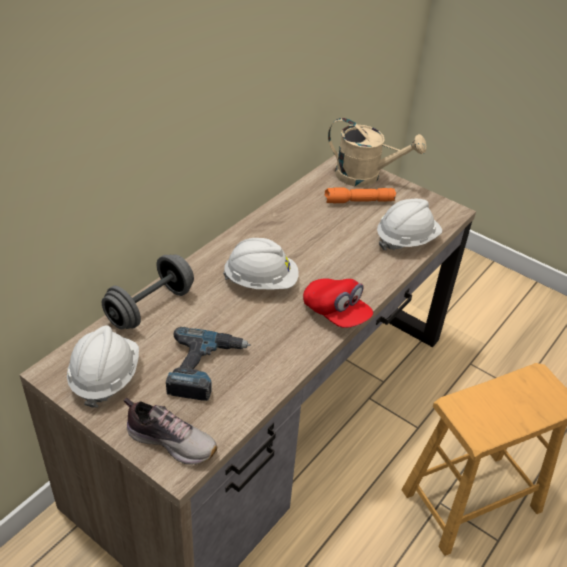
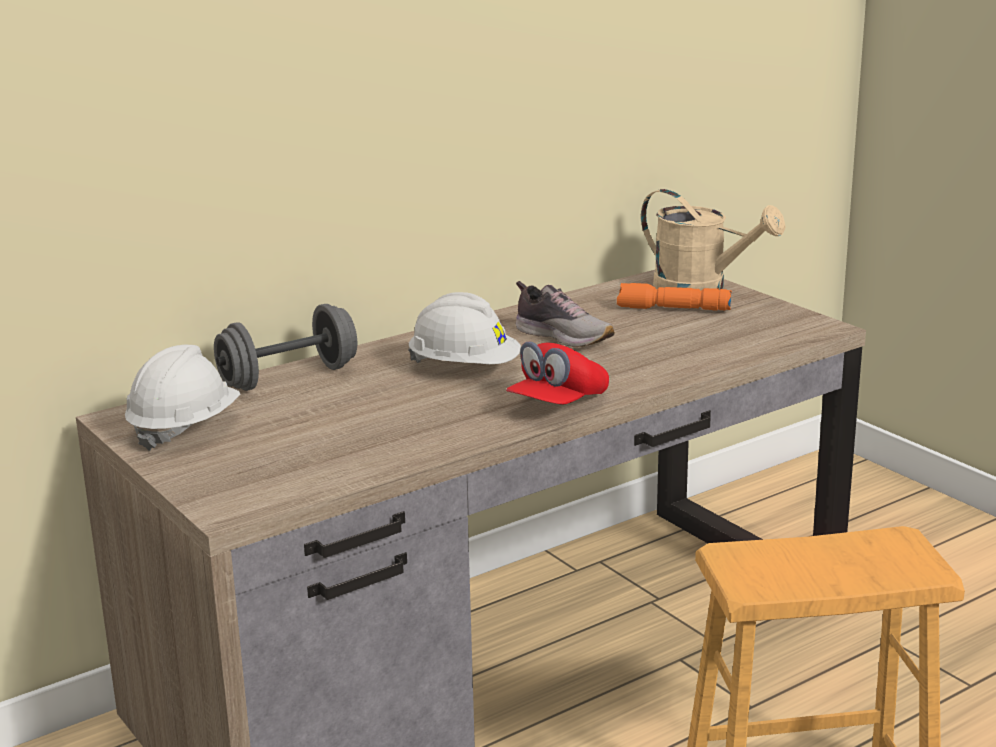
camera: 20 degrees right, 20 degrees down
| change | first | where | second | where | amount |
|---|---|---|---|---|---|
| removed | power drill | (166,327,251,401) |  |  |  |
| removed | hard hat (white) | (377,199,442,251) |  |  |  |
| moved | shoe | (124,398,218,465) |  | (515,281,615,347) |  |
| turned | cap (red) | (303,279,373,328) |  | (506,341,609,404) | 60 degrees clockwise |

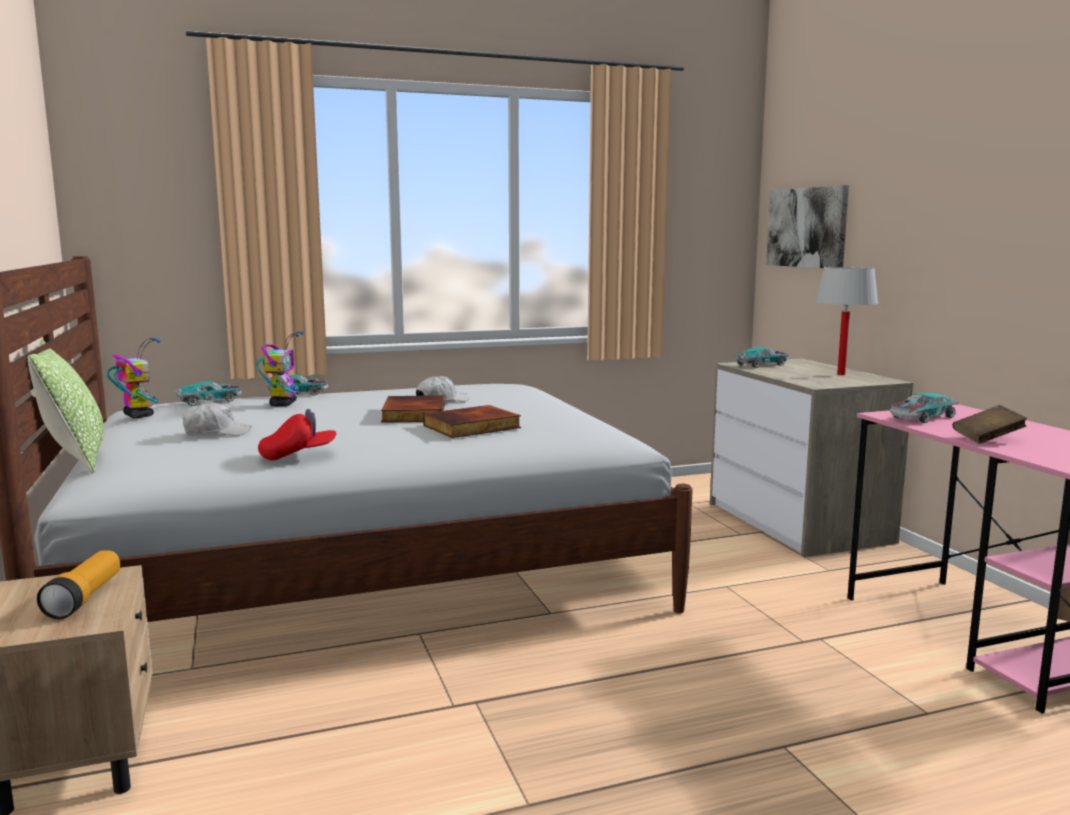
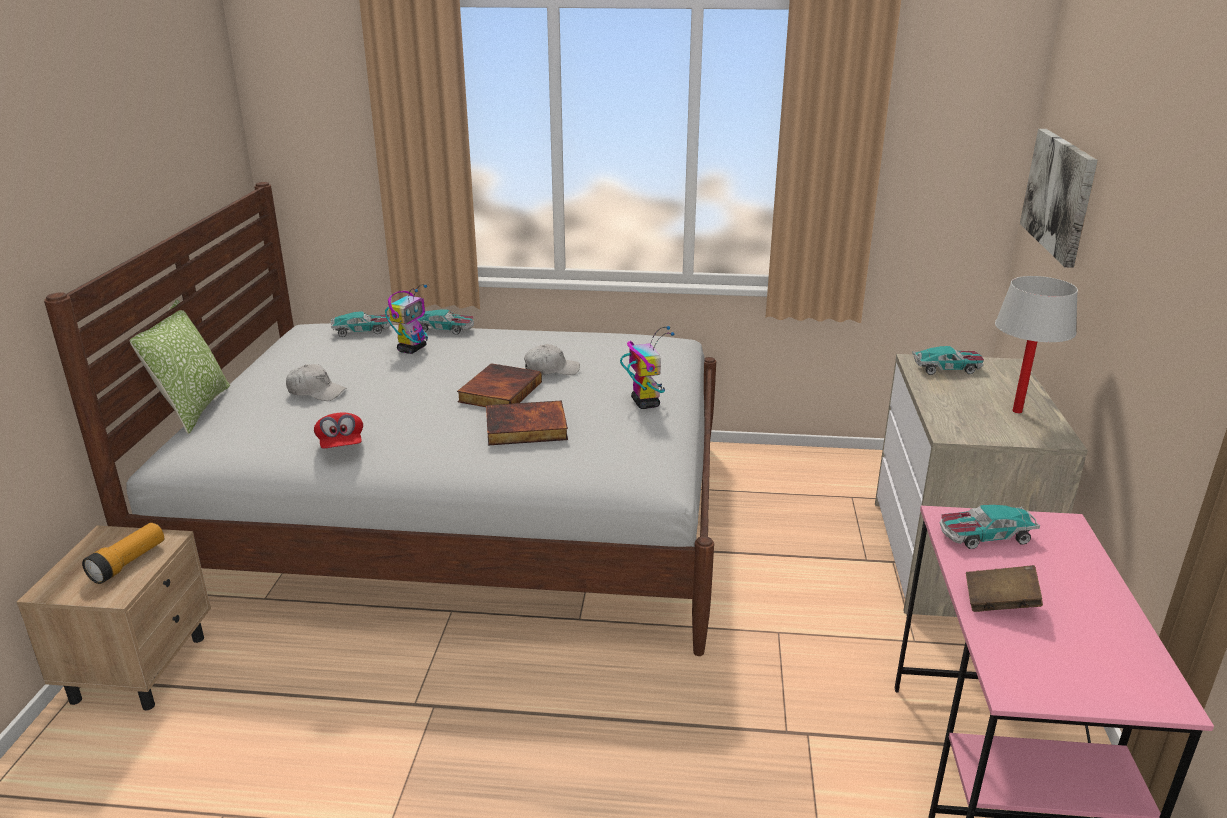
camera: 25 degrees right, 15 degrees up
| change | first | where | second | where | amount |
|---|---|---|---|---|---|
| moved | toy robot | (107,338,161,418) |  | (620,326,675,409) |  |
| turned | cap (red) | (258,409,337,461) |  | (314,413,363,448) | 75 degrees clockwise |

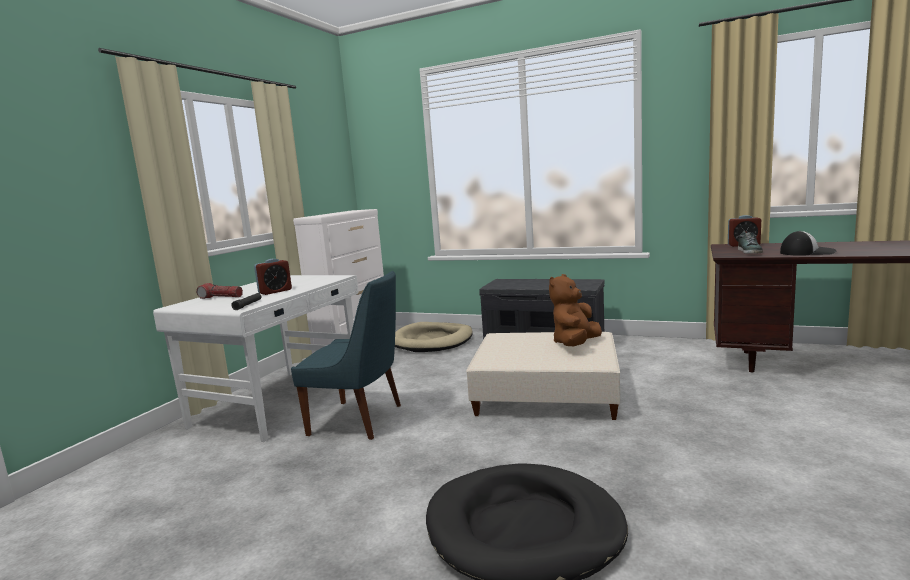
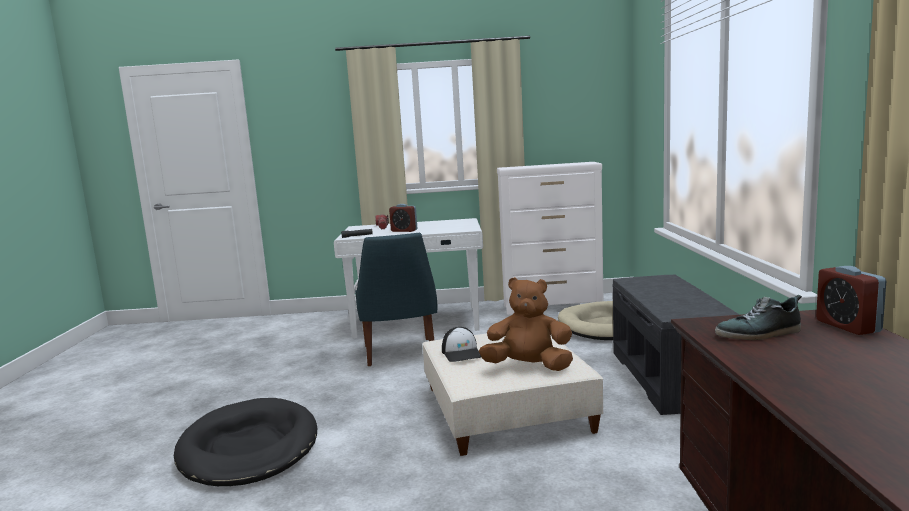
camera: 65 degrees right, 0 degrees up
| change | first | where | second | where | amount |
|---|---|---|---|---|---|
| moved | cap | (780,231,836,256) |  | (442,327,481,362) |  |

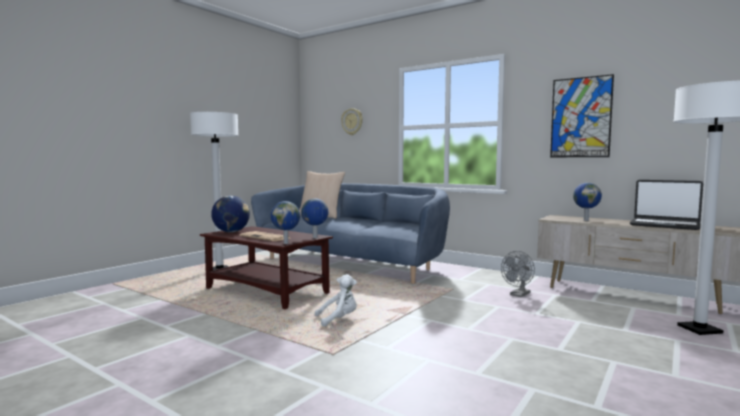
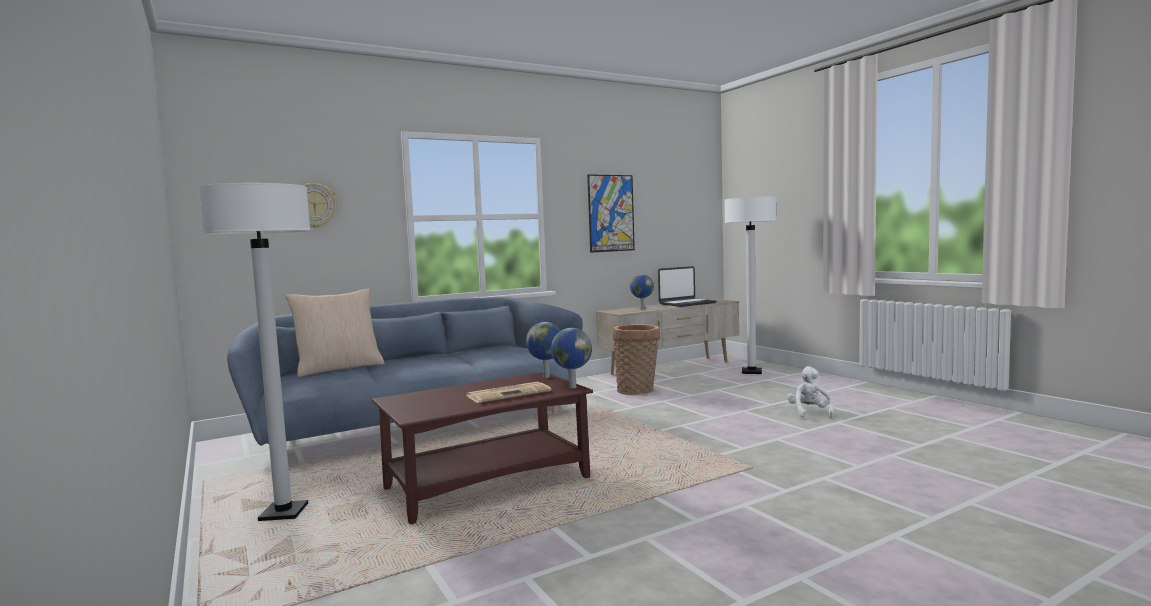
camera: 65 degrees left, 0 degrees up
| change | first | where | second | where | amount |
|---|---|---|---|---|---|
| removed | globe | (211,196,250,232) |  |  |  |
| moved | plush toy (white) | (315,274,357,327) |  | (787,366,834,419) |  |
| replaced | fan (grey) | (501,251,535,297) | basket | (613,324,660,395) |  |

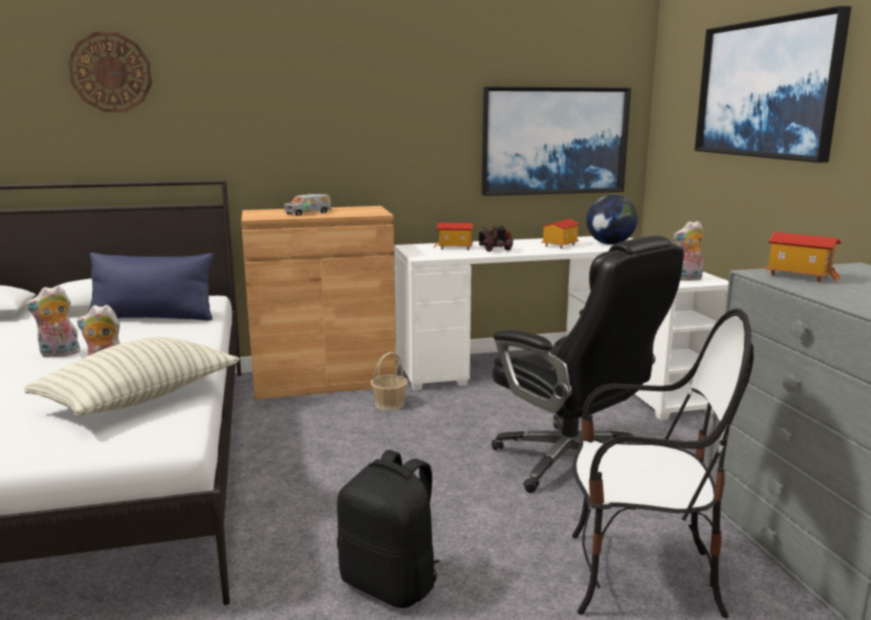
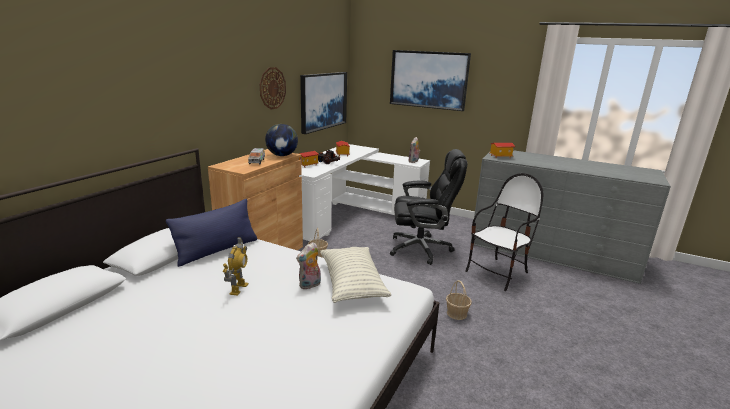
camera: 50 degrees left, 5 degrees up
| change | first | where | second | where | amount |
|---|---|---|---|---|---|
| moved | wall clock | (68,32,152,112) |  | (260,67,286,109) |  |
| moved | globe | (586,195,638,245) |  | (265,124,298,156) |  |
| replaced | plush toy | (25,285,80,358) | toy robot | (223,237,249,295) |  |
| replaced | backpack (black) | (337,450,440,608) | basket | (446,280,472,320) |  |

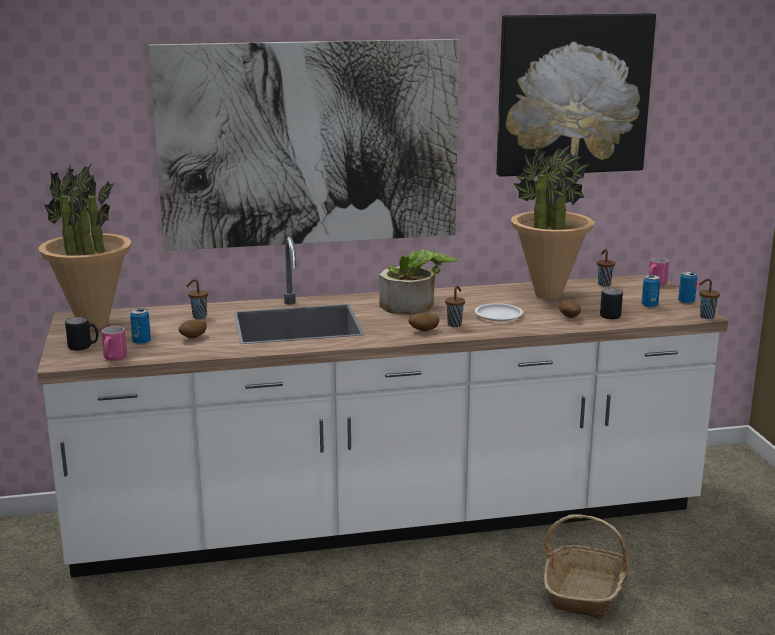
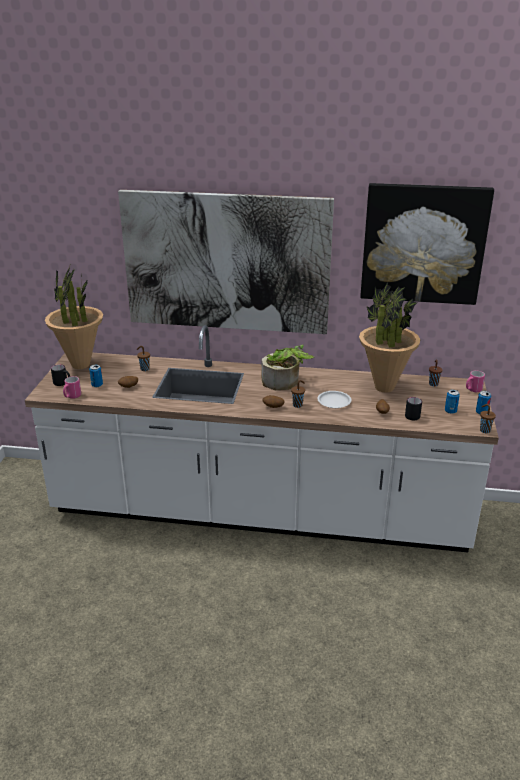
camera: 20 degrees right, 10 degrees up
| change | first | where | second | where | amount |
|---|---|---|---|---|---|
| removed | basket | (544,514,629,618) |  |  |  |

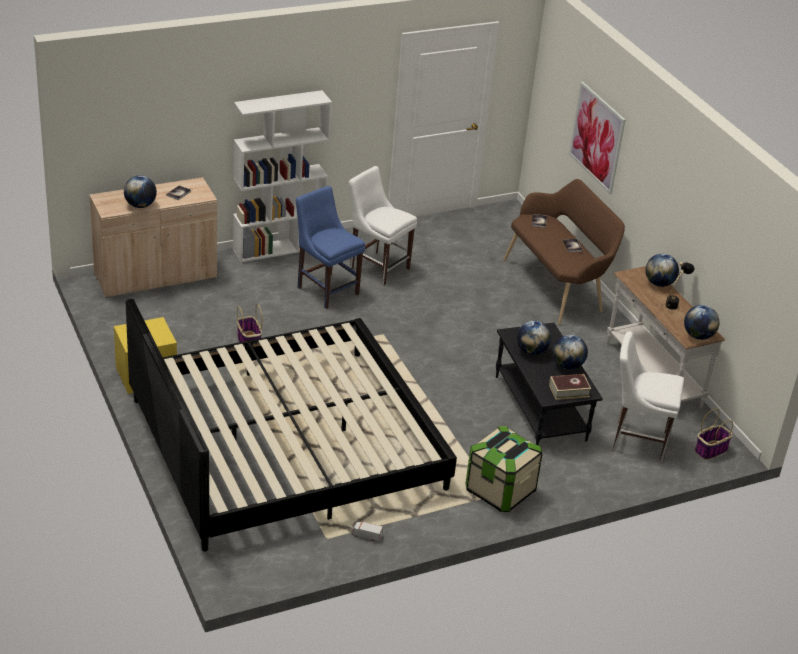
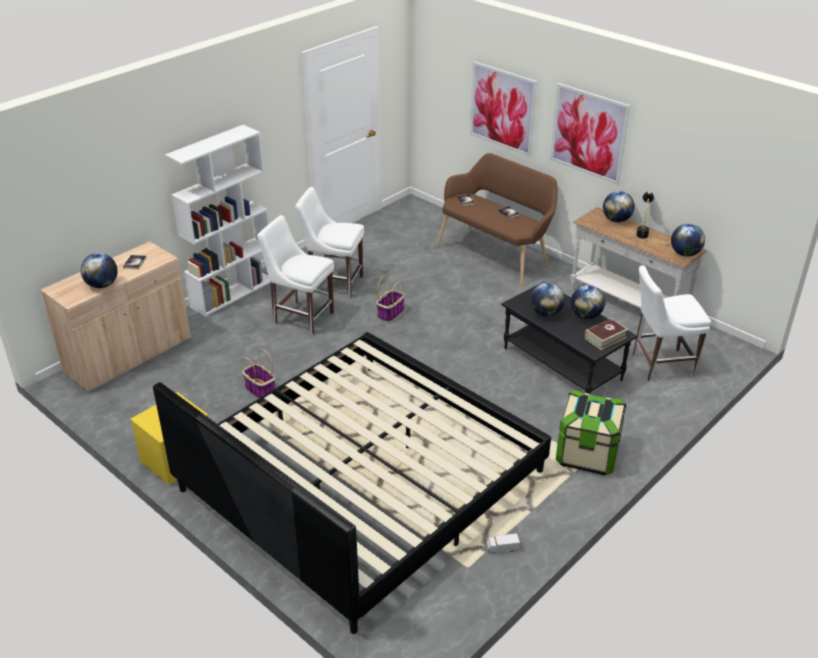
camera: 20 degrees left, 0 degrees up
| change | first | where | second | where | amount |
|---|---|---|---|---|---|
| added |  |  | picture | (550,83,630,185) |  |
| moved | basket | (695,409,733,460) |  | (376,276,405,322) |  |
| recoloured | chair (blue) | (296,186,365,309) | chair (white) | (257,215,334,335) |  |

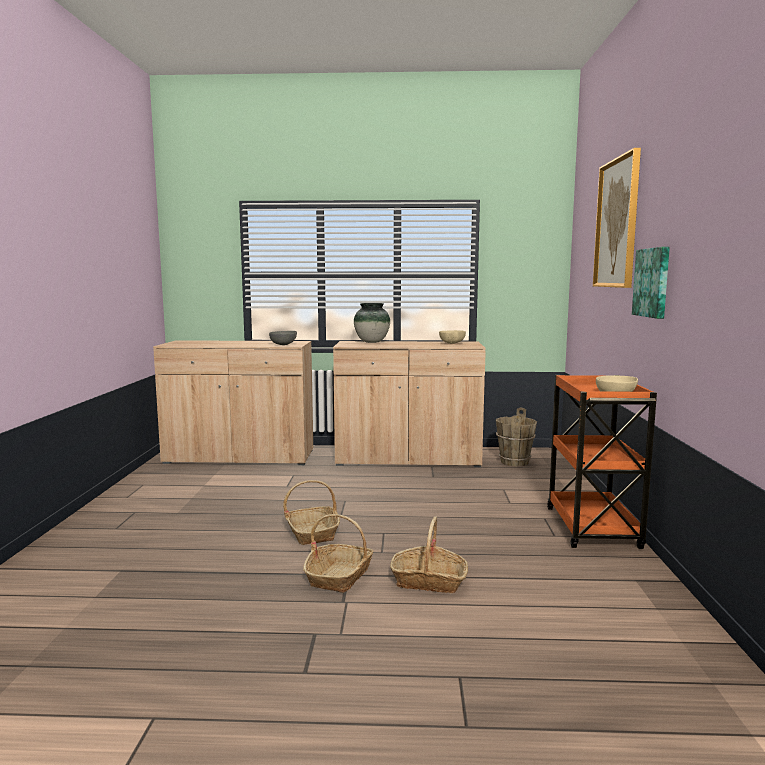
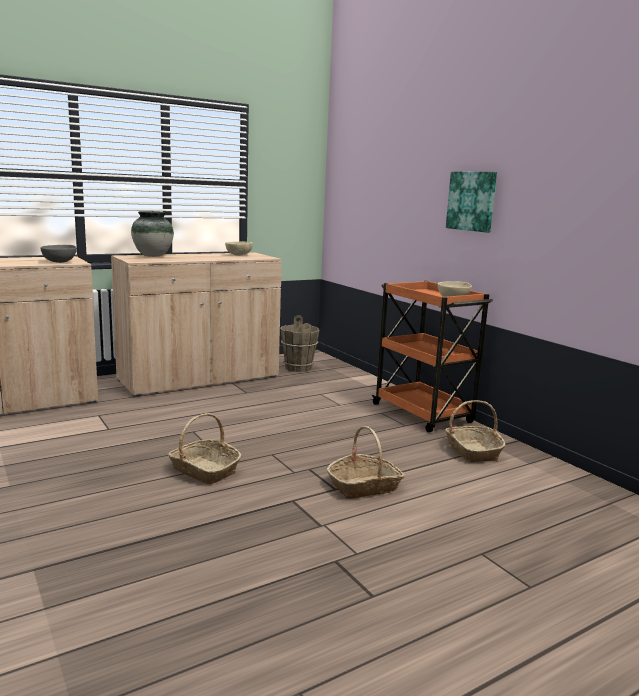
camera: 35 degrees left, 5 degrees up
| change | first | where | second | where | amount |
|---|---|---|---|---|---|
| removed | picture | (593,148,641,288) |  |  |  |
| moved | basket | (303,514,373,593) |  | (445,400,506,462) |  |

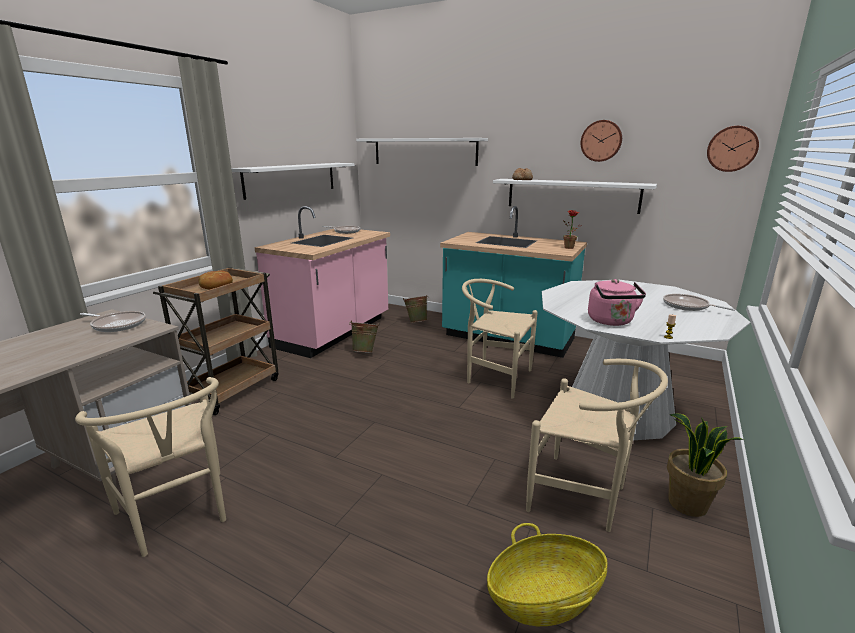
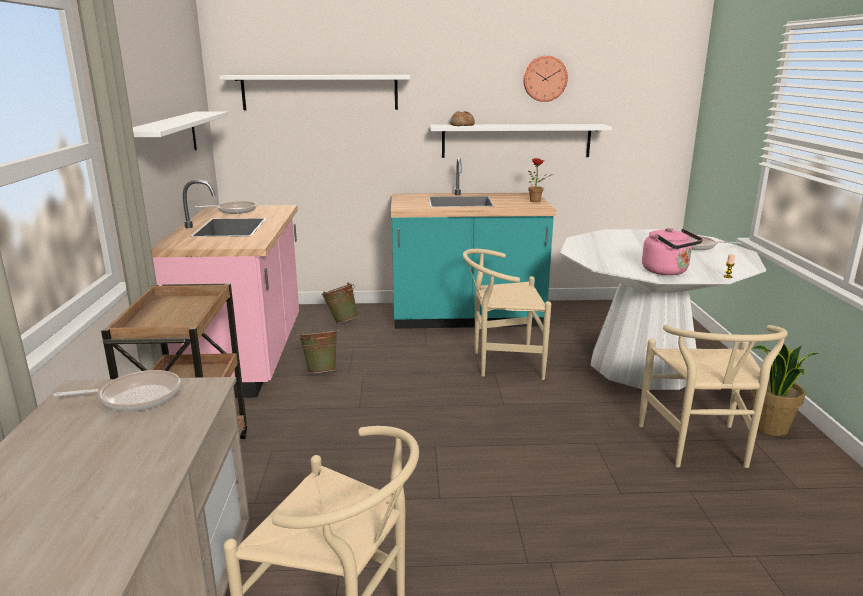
camera: 30 degrees left, 0 degrees up
| change | first | where | second | where | amount |
|---|---|---|---|---|---|
| removed | bread | (199,271,233,289) |  |  |  |
| removed | basket | (487,523,607,626) |  |  |  |
| removed | wall clock | (707,126,759,172) |  |  |  |
| turned | chair (beige) | (526,359,668,532) |  | (639,325,788,468) | 90 degrees clockwise |

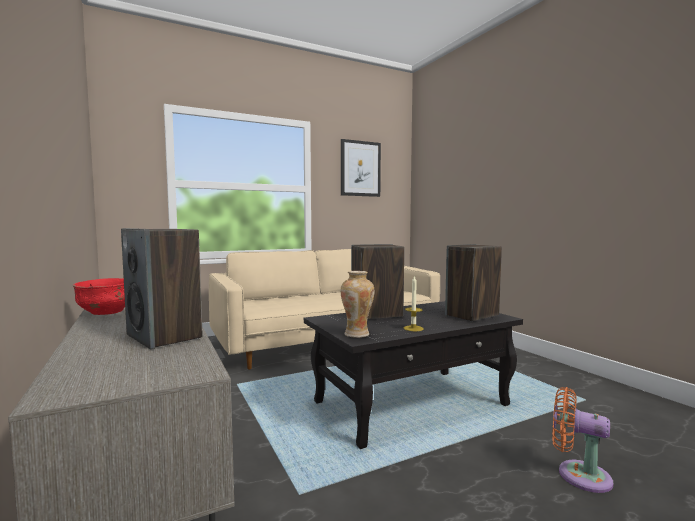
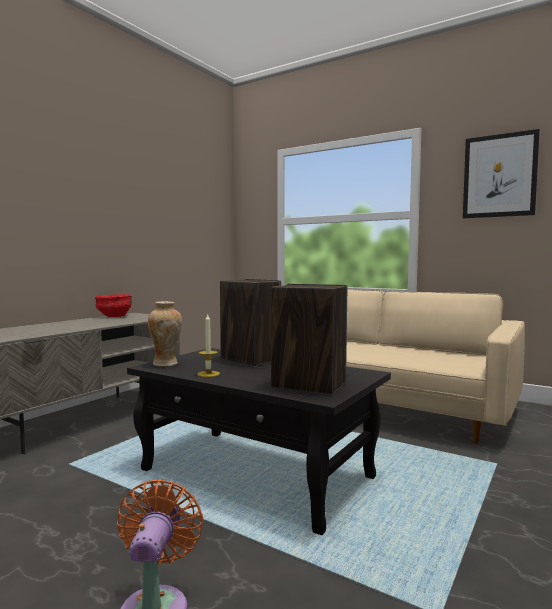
camera: 60 degrees right, 0 degrees up
| change | first | where | second | where | amount |
|---|---|---|---|---|---|
| removed | speaker | (121,228,203,349) |  |  |  |

